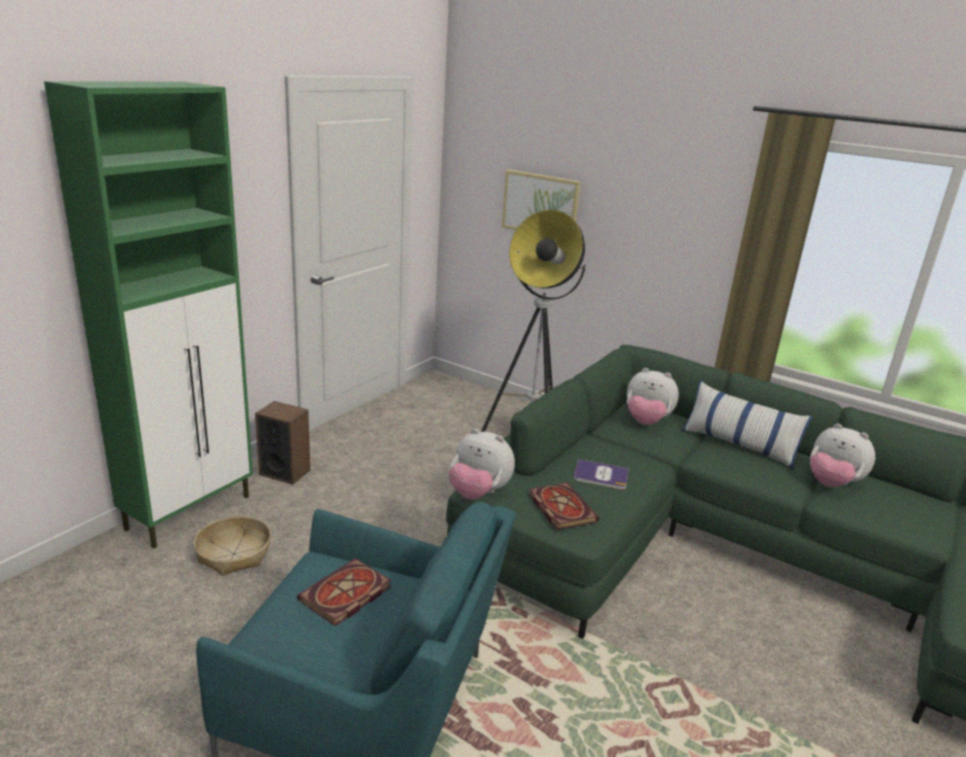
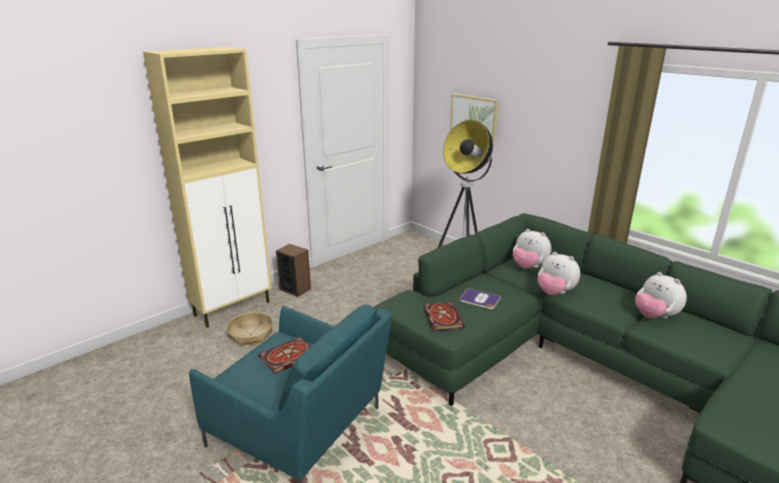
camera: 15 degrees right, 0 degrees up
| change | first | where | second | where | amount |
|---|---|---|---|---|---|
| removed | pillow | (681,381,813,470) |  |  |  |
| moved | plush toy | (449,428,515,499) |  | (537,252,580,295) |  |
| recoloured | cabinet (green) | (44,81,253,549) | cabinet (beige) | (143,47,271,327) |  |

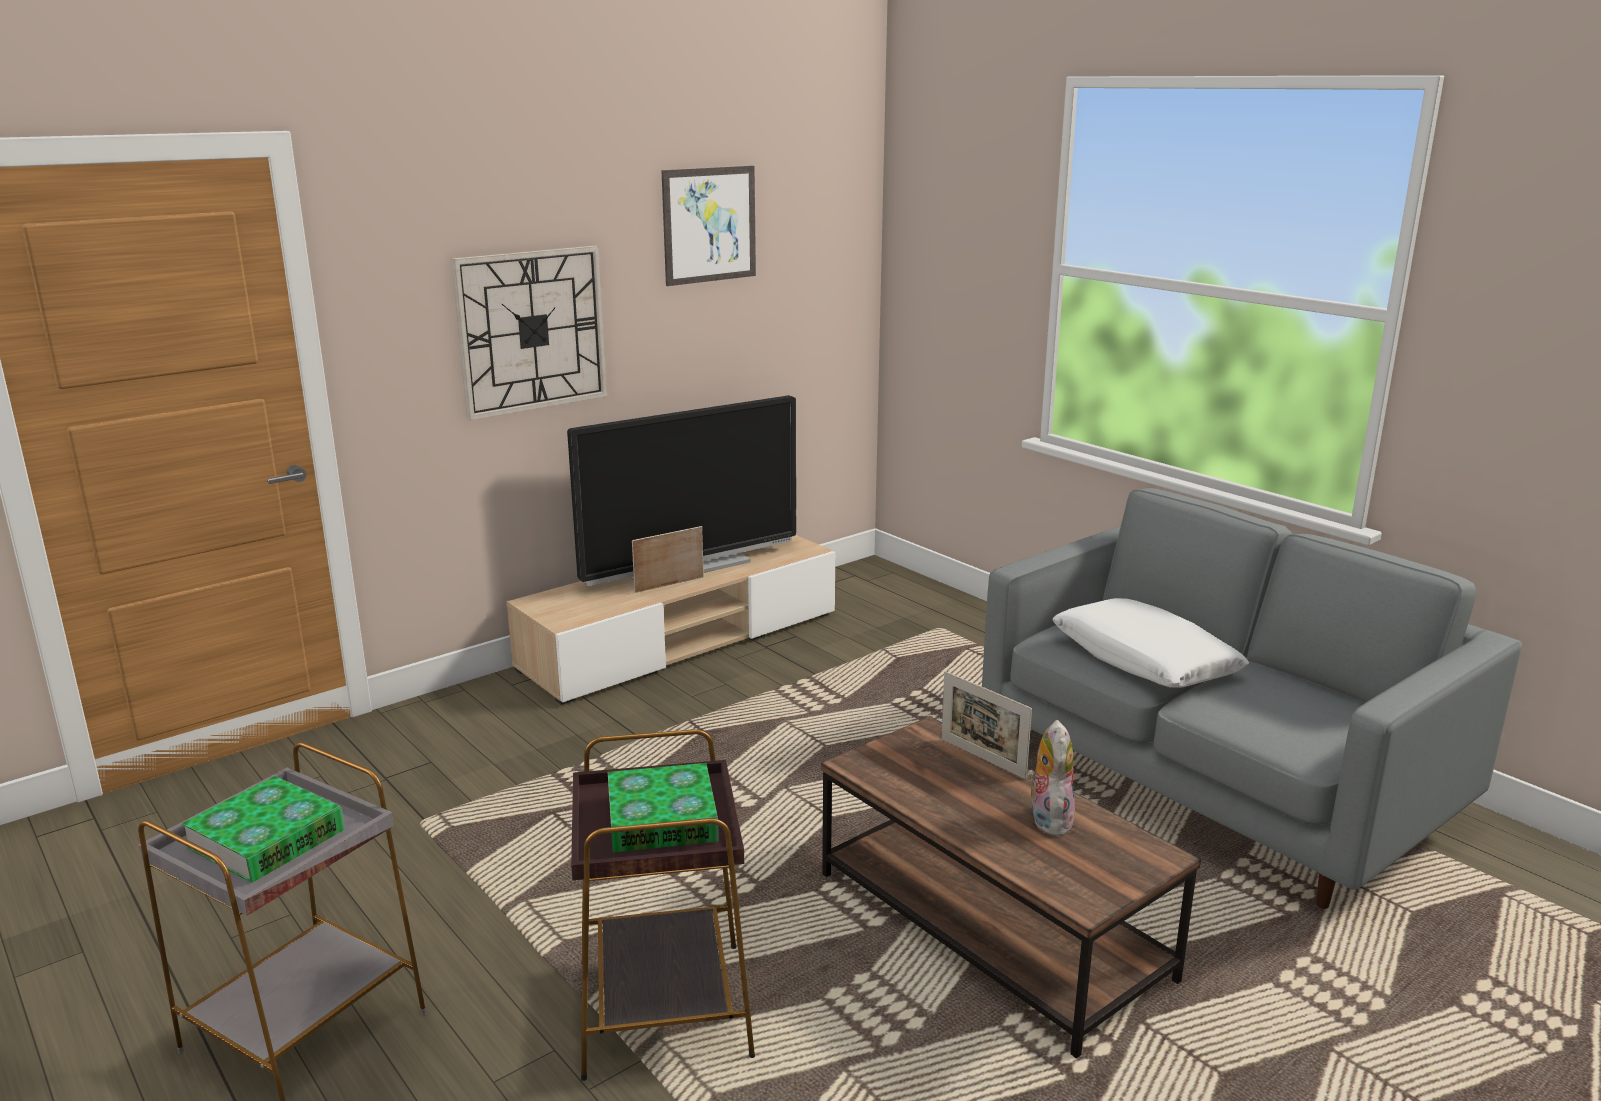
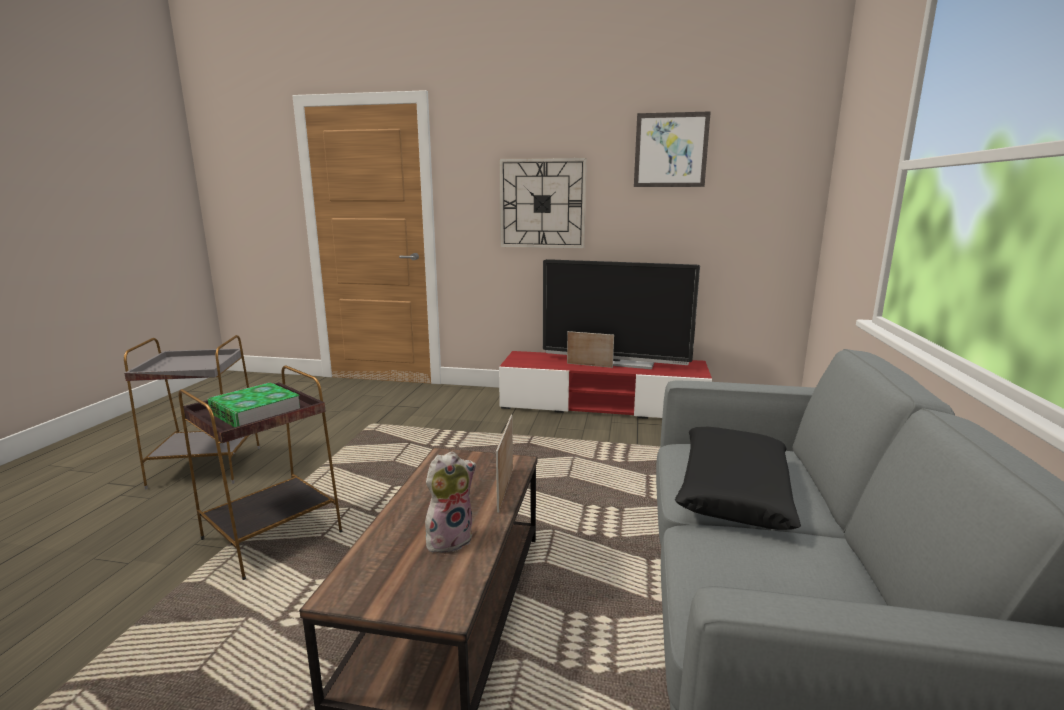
camera: 50 degrees right, 5 degrees down
| change | first | where | second | where | amount |
|---|---|---|---|---|---|
| removed | book | (181,776,345,883) |  |  |  |
| recoloured | tv stand (beige) | (507,535,835,705) | tv stand (red) | (499,351,712,419) |  |
| recoloured | pillow (white) | (1052,598,1249,688) | pillow (black) | (675,427,801,530) |  |

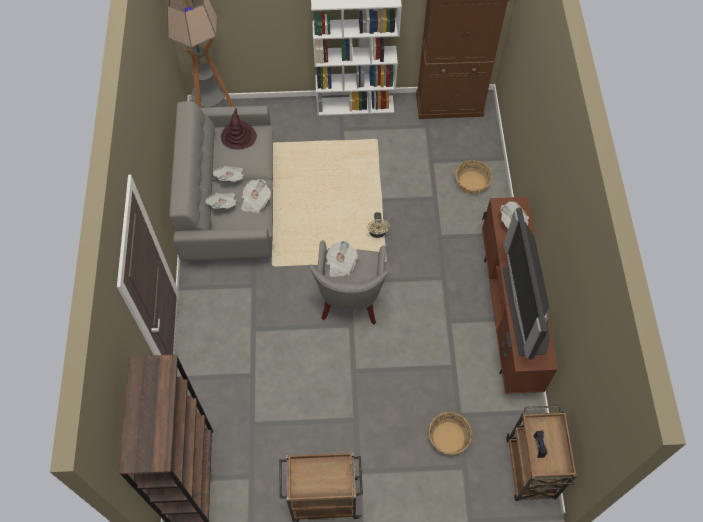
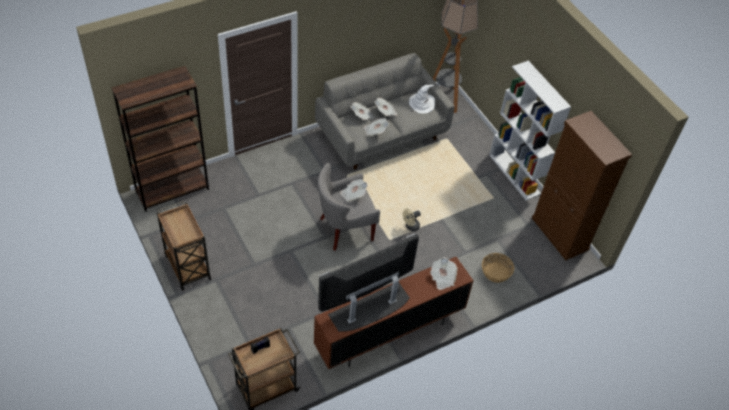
camera: 60 degrees right, 10 degrees down
| change | first | where | second | where | amount |
|---|---|---|---|---|---|
| removed | basket | (428,412,472,455) |  |  |  |
| recoloured | hat (brown) | (221,108,257,150) | hat (white) | (409,85,435,114) |  |

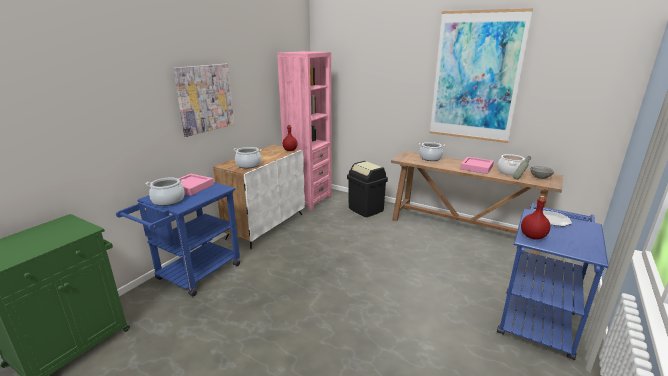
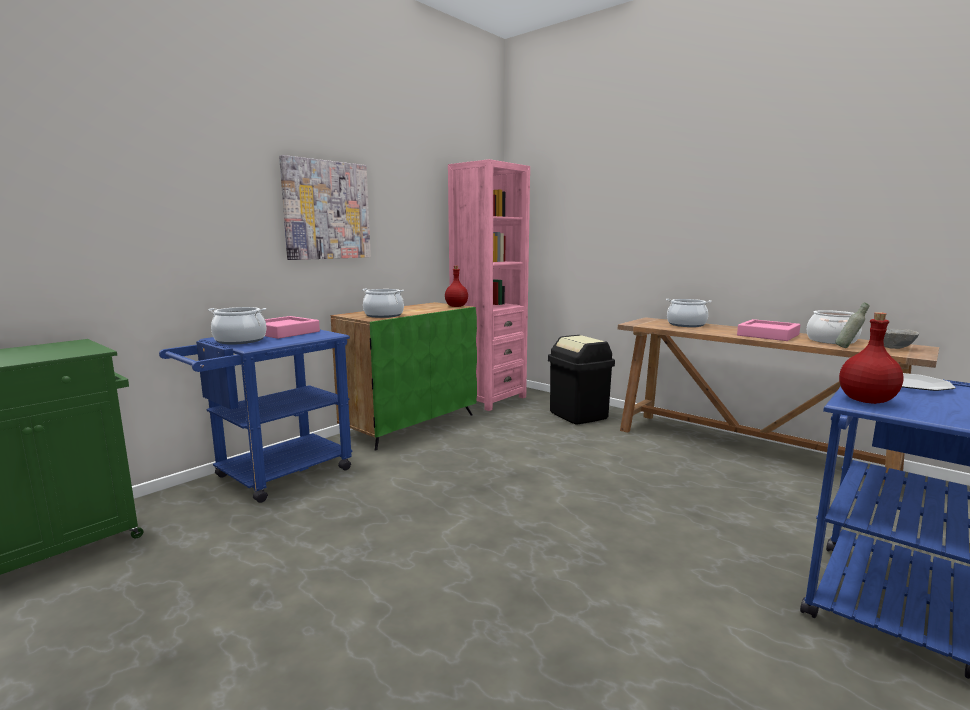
camera: 10 degrees right, 10 degrees down
| change | first | where | second | where | amount |
|---|---|---|---|---|---|
| removed | picture | (430,8,533,143) |  |  |  |
| recoloured | cabinet (white) | (213,145,305,249) | cabinet (green) | (331,302,477,451) |  |

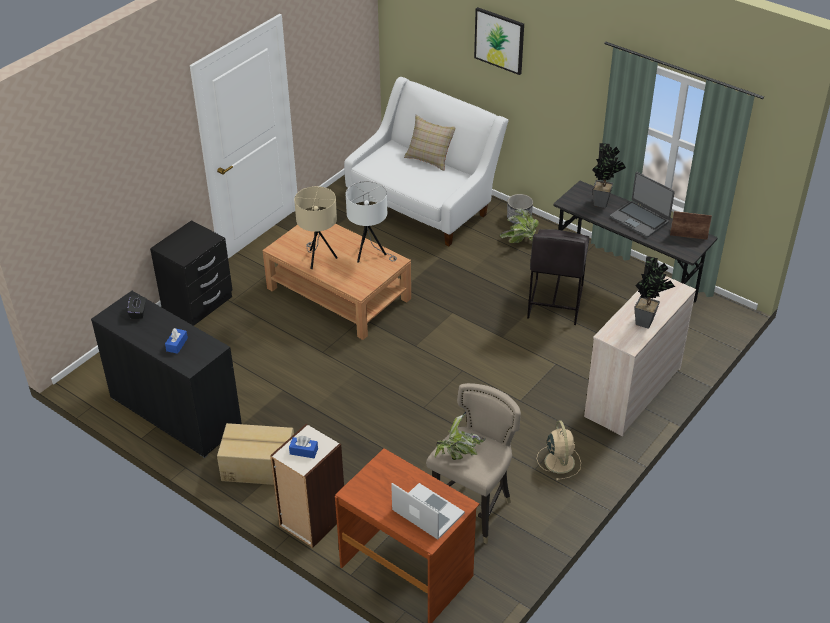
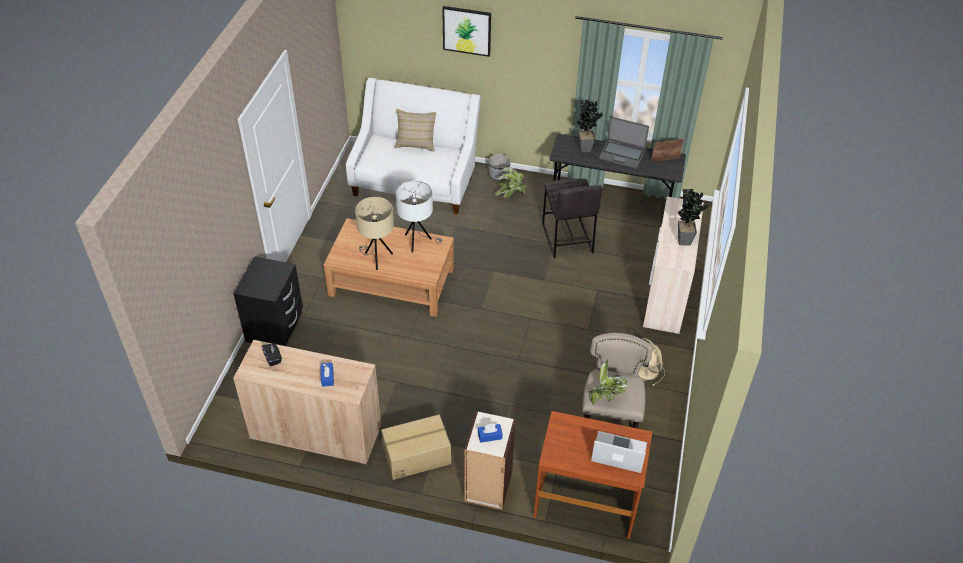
camera: 25 degrees left, 5 degrees up
| change | first | where | second | where | amount |
|---|---|---|---|---|---|
| recoloured | cabinet (black) | (91,291,242,458) | cabinet (beige) | (233,340,381,465) |  |

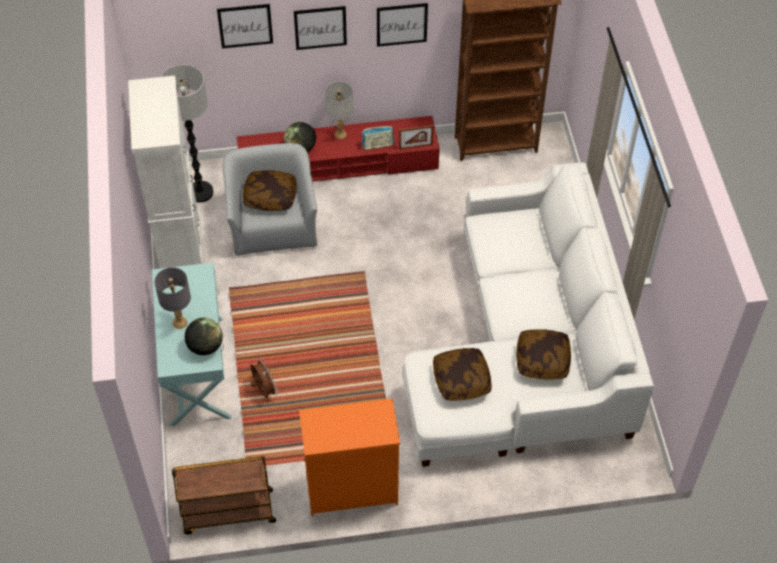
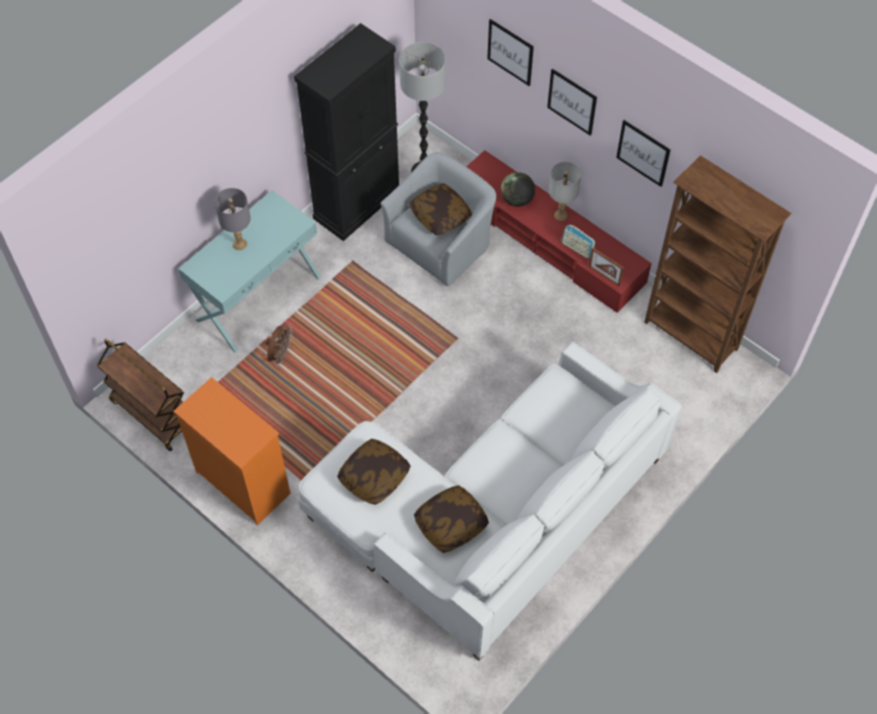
camera: 50 degrees right, 5 degrees up
| change | first | where | second | where | amount |
|---|---|---|---|---|---|
| removed | globe | (185,318,223,355) |  |  |  |
| recoloured | cabinet (white) | (128,76,203,269) | cabinet (black) | (294,23,399,241) |  |

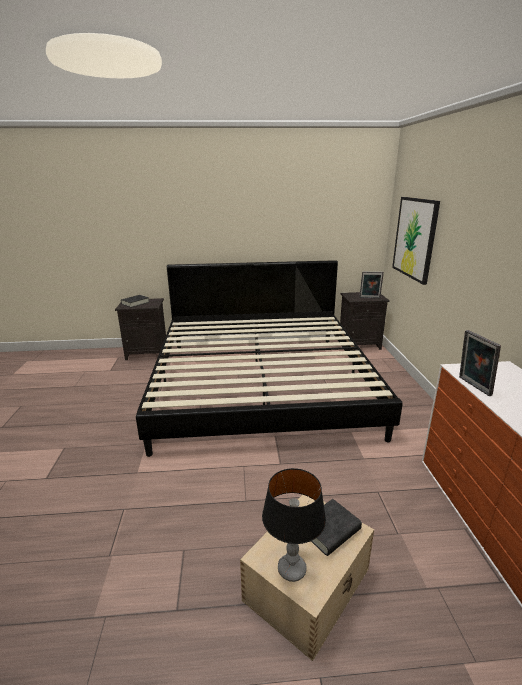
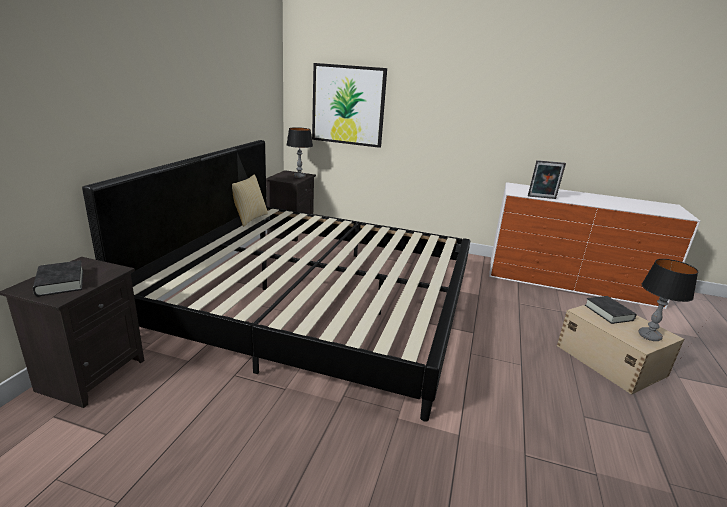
camera: 70 degrees left, 0 degrees up
| change | first | where | second | where | amount |
|---|---|---|---|---|---|
| added |  |  | pillow | (232,174,268,226) |  |
| replaced | picture frame | (360,272,384,298) | table lamp | (286,127,313,178) |  |

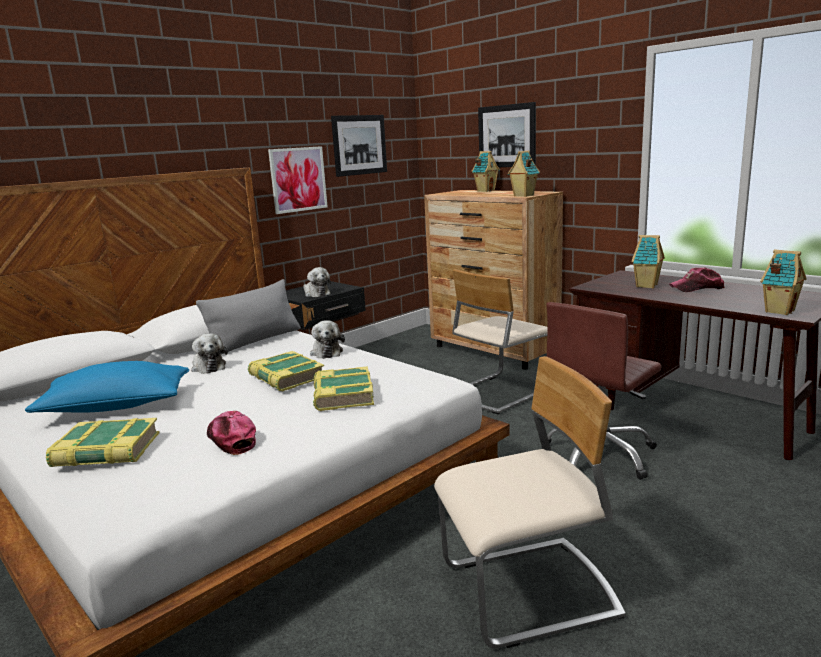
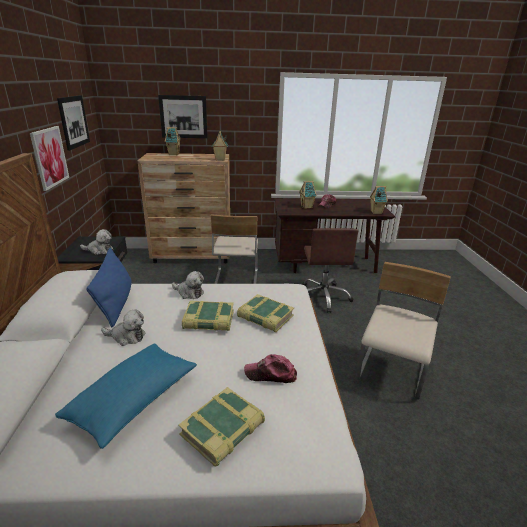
camera: 50 degrees left, 10 degrees up
| change | first | where | second | where | amount |
|---|---|---|---|---|---|
| recoloured | pillow (grey) | (196,279,301,355) | pillow (blue) | (86,248,132,327) |  |

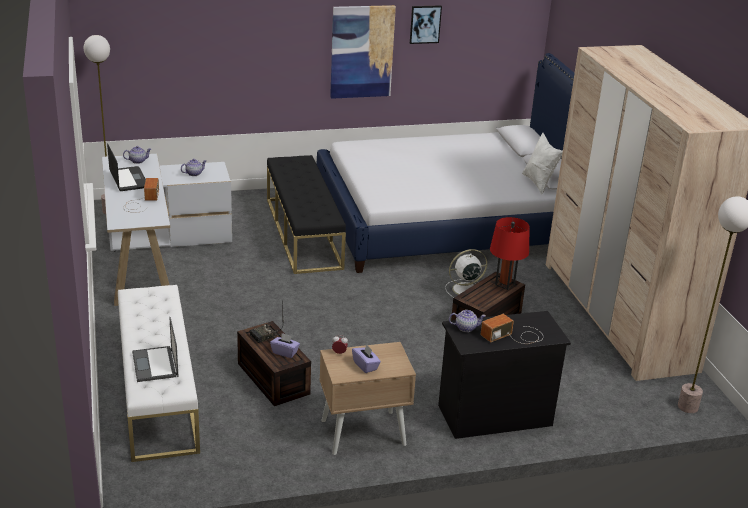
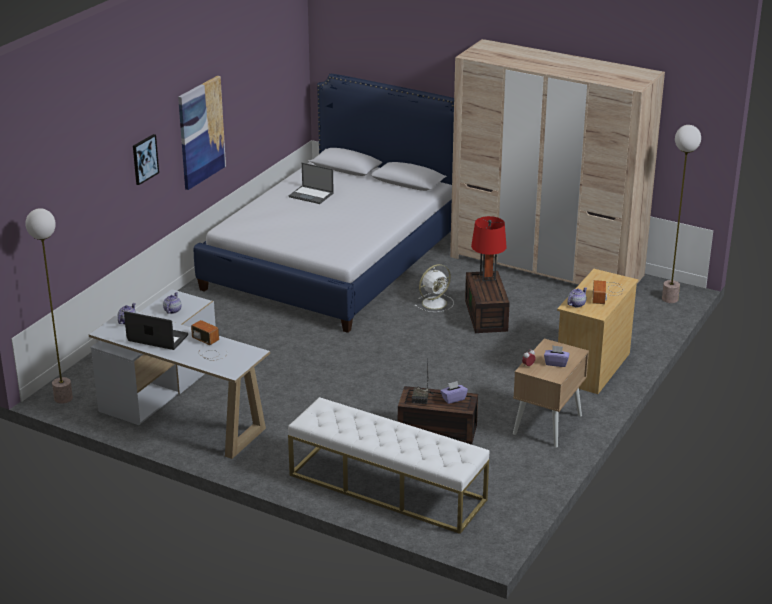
camera: 45 degrees left, 0 degrees up
| change | first | where | second | where | amount |
|---|---|---|---|---|---|
| removed | bench (black) | (267,155,346,274) |  |  |  |
| removed | pillow (white) | (522,133,563,195) |  |  |  |
| moved | laptop | (132,317,178,382) |  | (289,163,334,204) |  |
| moved | picture | (410,5,442,44) |  | (133,134,159,185) |  |
| recoloured | dresser (black) | (438,311,571,439) | dresser (beige) | (557,269,638,394) |  |
| turned | fan (white) | (445,249,487,298) |  | (415,264,454,312) | 150 degrees counterclockwise |

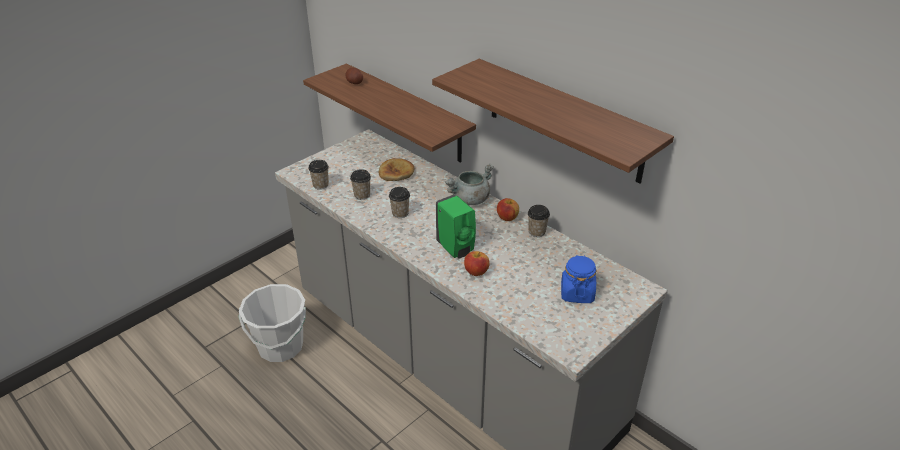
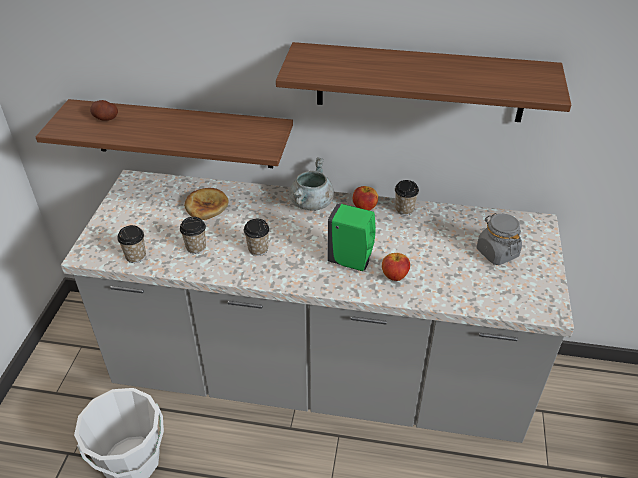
camera: 35 degrees left, 5 degrees up
| change | first | where | second | where | amount |
|---|---|---|---|---|---|
| recoloured | jar (blue) | (561,255,597,303) | jar (grey) | (477,213,522,265) |  |

